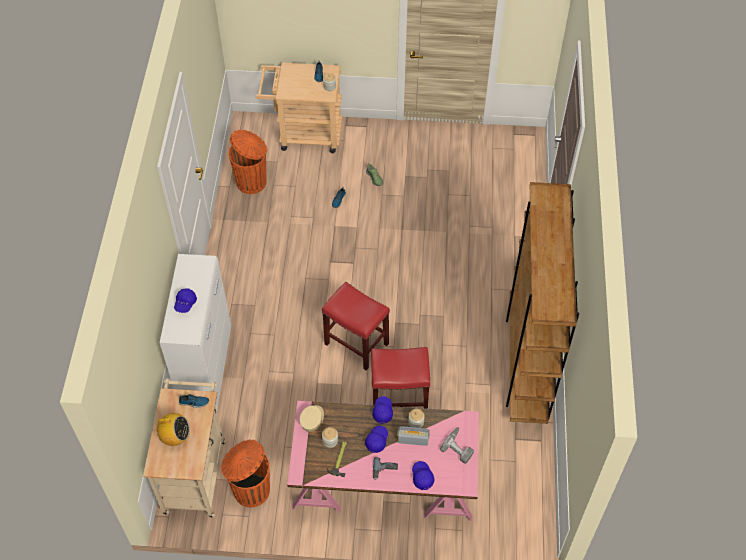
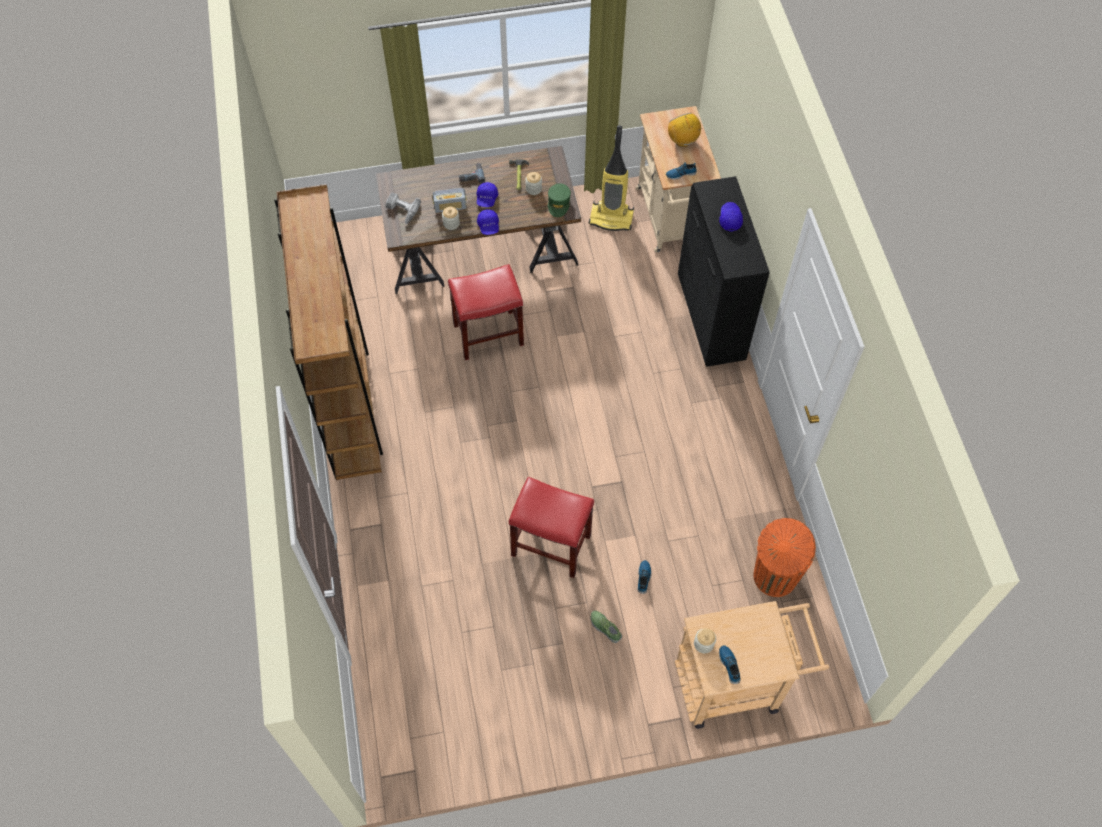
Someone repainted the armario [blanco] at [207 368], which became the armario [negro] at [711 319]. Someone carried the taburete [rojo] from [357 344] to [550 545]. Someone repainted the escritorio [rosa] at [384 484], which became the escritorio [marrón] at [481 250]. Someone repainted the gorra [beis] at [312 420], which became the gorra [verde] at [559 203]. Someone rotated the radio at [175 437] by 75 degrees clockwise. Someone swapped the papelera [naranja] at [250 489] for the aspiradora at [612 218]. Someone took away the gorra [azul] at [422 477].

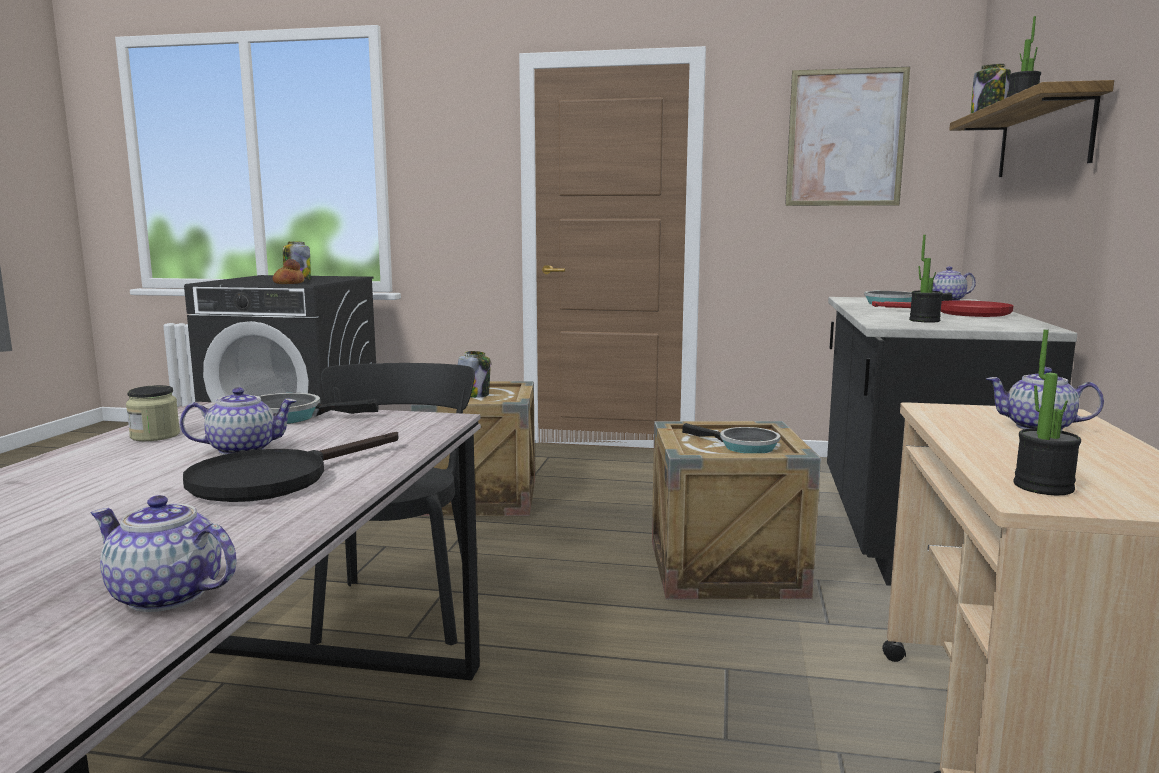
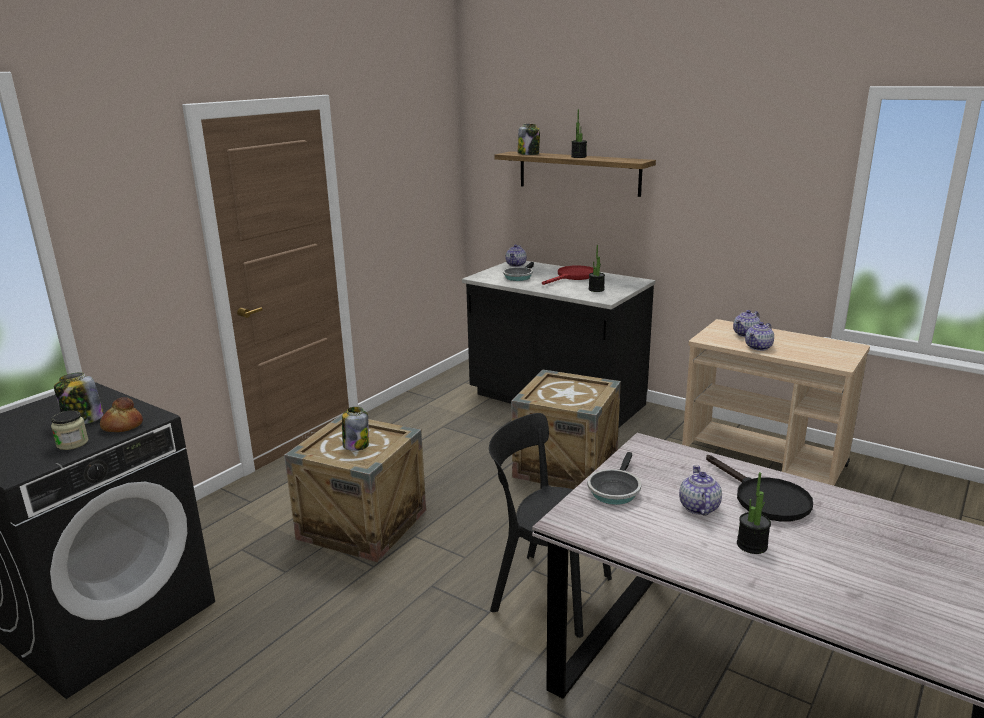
Someone took away the cuadro at [845 138]. Someone carried the planta en maceta from [1043 487] to [752 545]. Someone carried the tarro from [155 436] to [72 443]. Someone took away the sartén at [743 446]. Someone carried the tetera from [167 596] to [759 347].

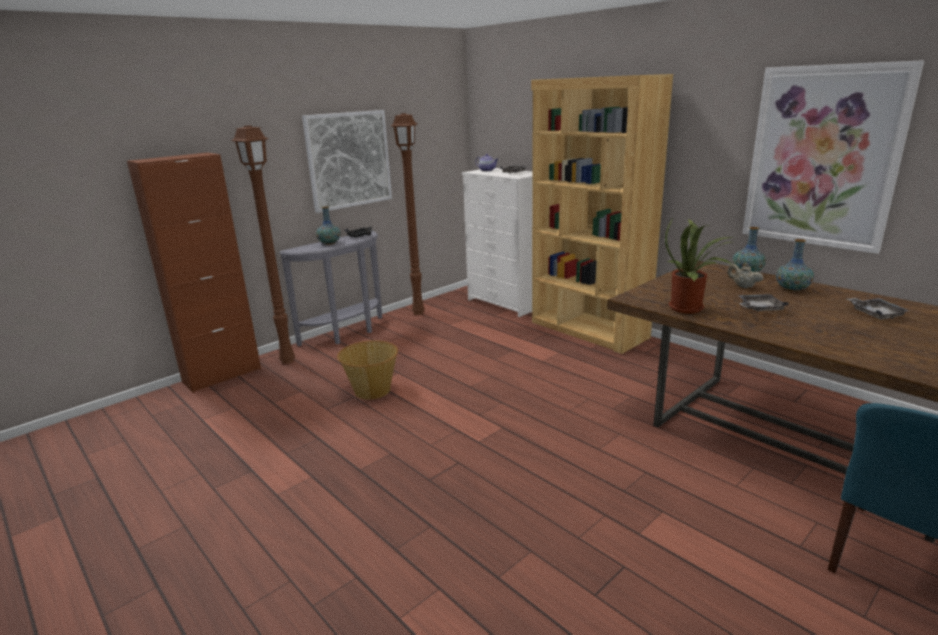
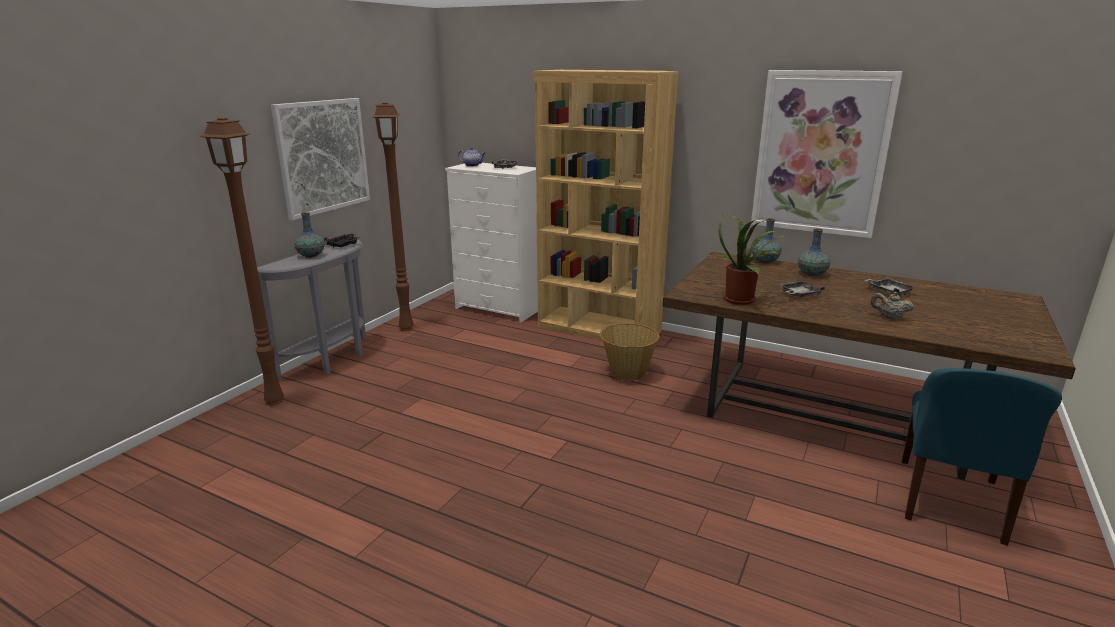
Someone took away the armario [marrón] at [222 375]. Someone carried the tetera [beis] from [743 286] to [889 317]. Someone carried the cesta from [372 390] to [627 372].

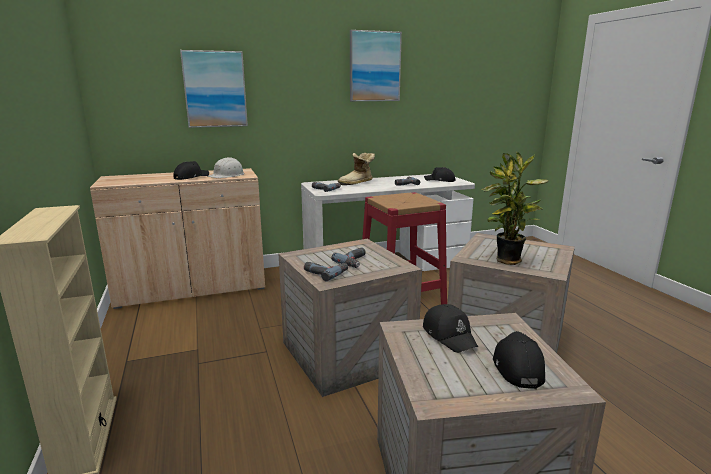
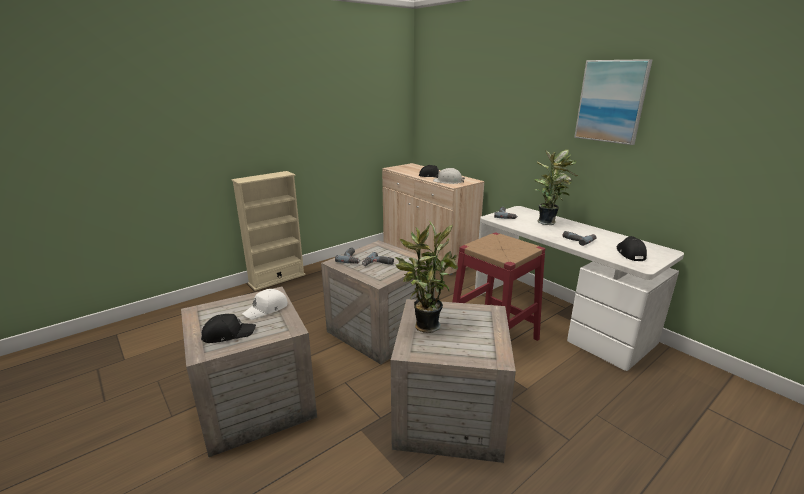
Someone took away the cuadro at [215 89]. Someone swapped the bota at [357 183] for the planta en maceta at [547 222]. Someone repainted the gorra [negro] at [449 335], which became the gorra [blanco] at [267 309].

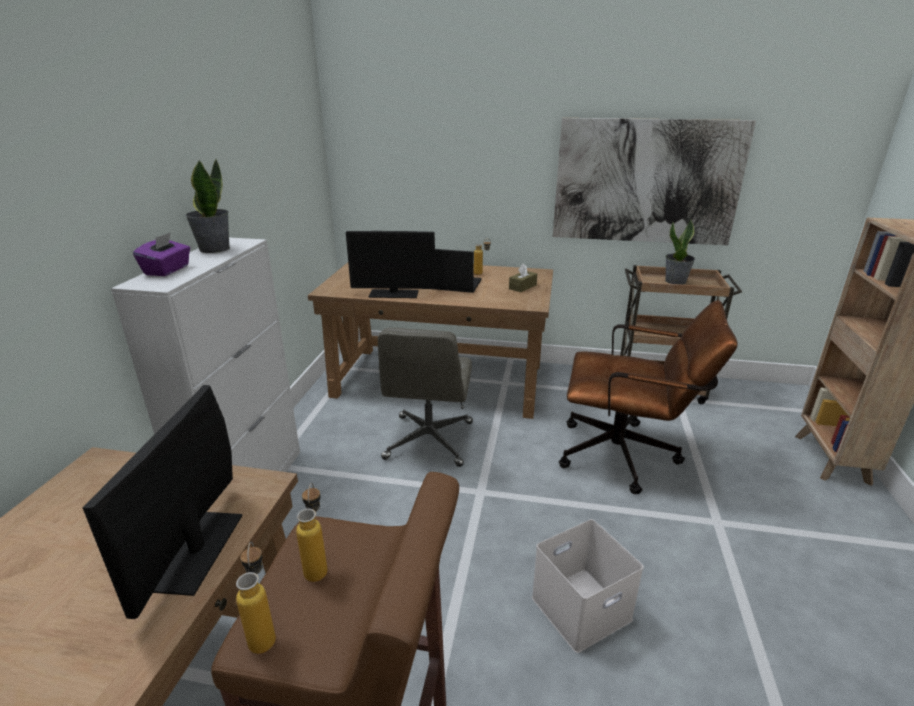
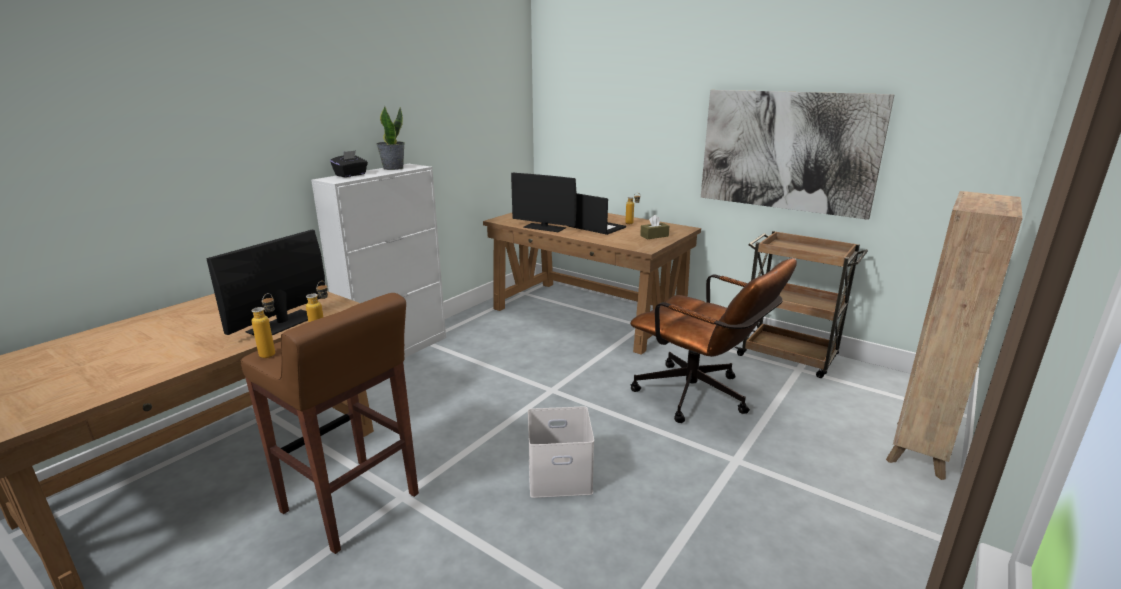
Someone took away the planta en maceta at [675 281]. Someone repainted the caja de pañuelos [morado] at [167 270], which became the caja de pañuelos [negro] at [351 175]. Someone took away the silla de oficina [gris] at [429 441].

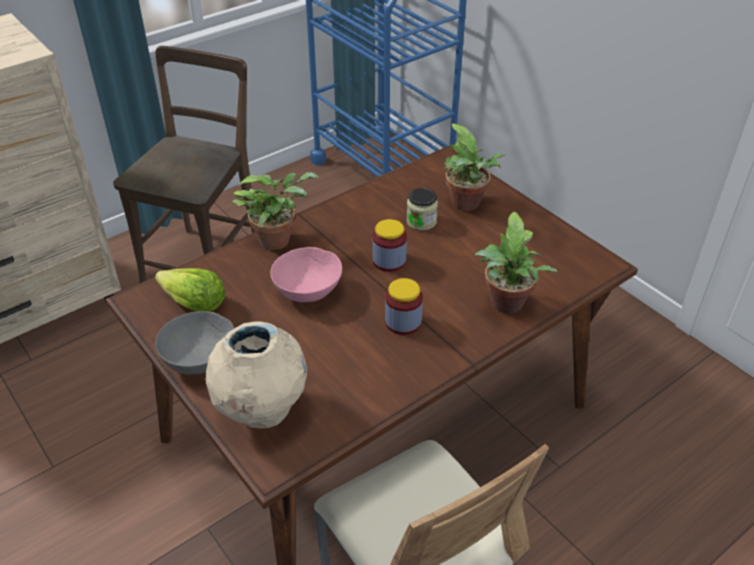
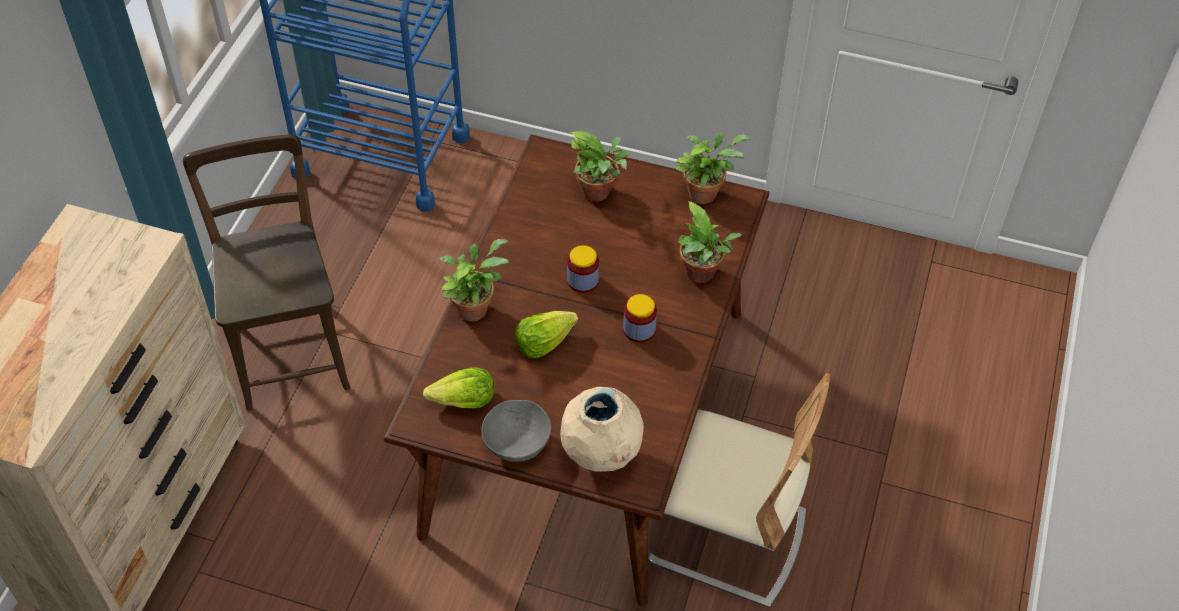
Someone took away the tarro at [421 221]. Someone swapped the cuenco [rosa] at [308 291] for the lechuga at [543 341]. Someone put down the planta en maceta at [705 192].

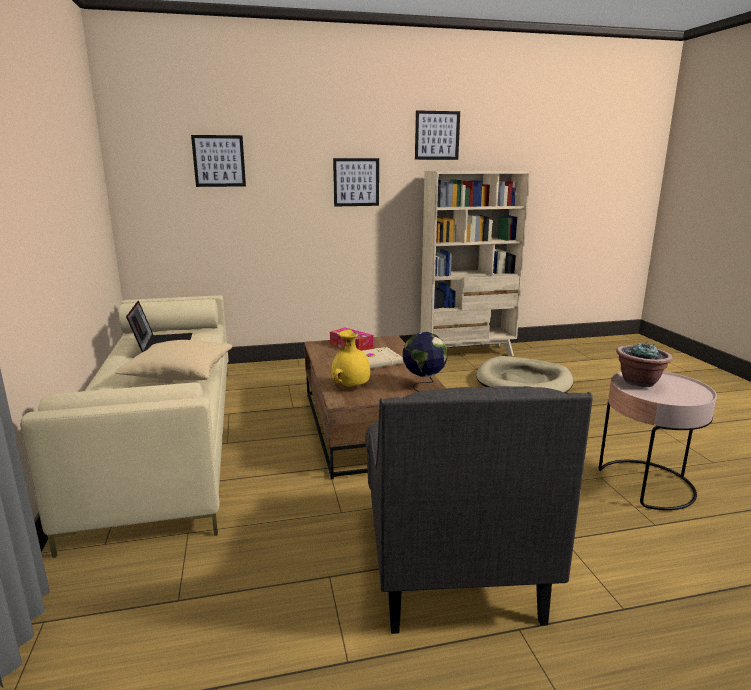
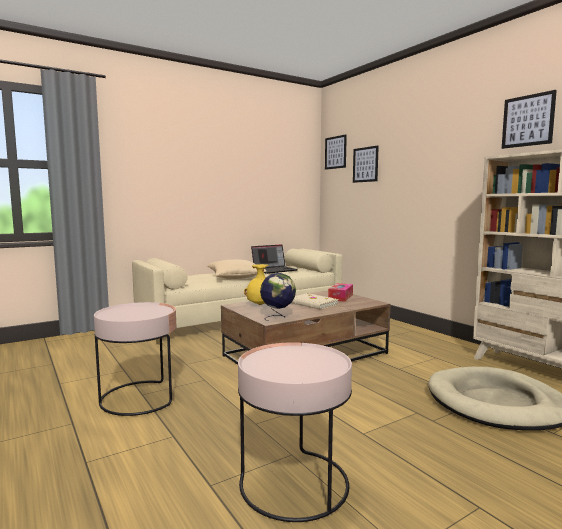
Someone carried the cuadro from [356 182] to [335 152]. Someone took away the planta en maceta at [639 382]. Someone swapped the sillón [gris] at [450 561] for the mesa auxiliar [rosa] at [139 397].

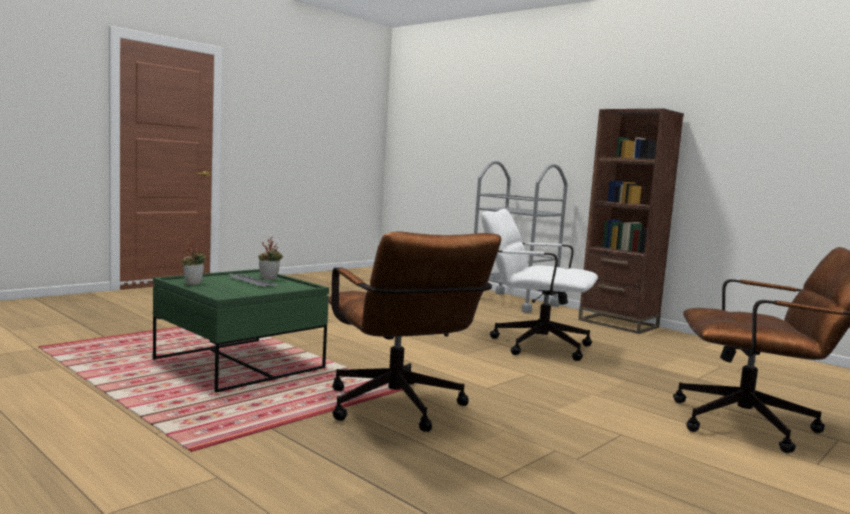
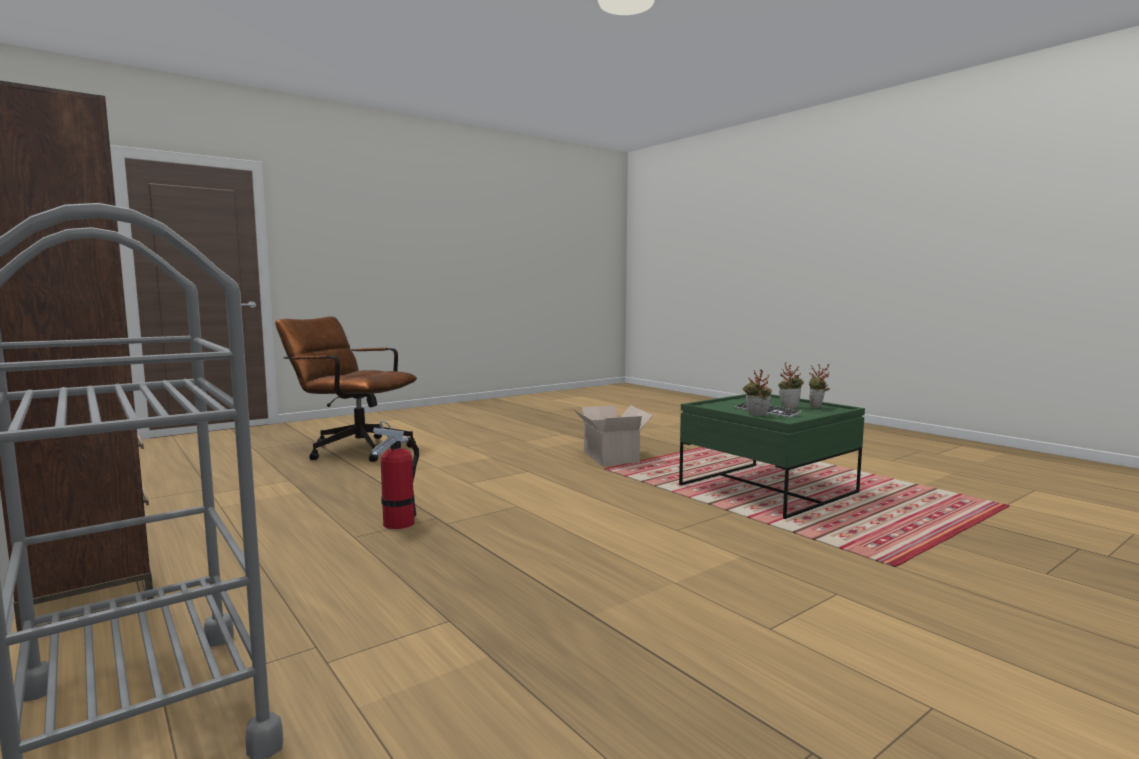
Someone swapped the silla de oficina [blanco] at [531 344] for the extintor at [399 523]. Someone swapped the silla de oficina [marrón] at [399 410] for the caja de cartón at [610 457]. Someone put down the planta en maceta at [789 407].

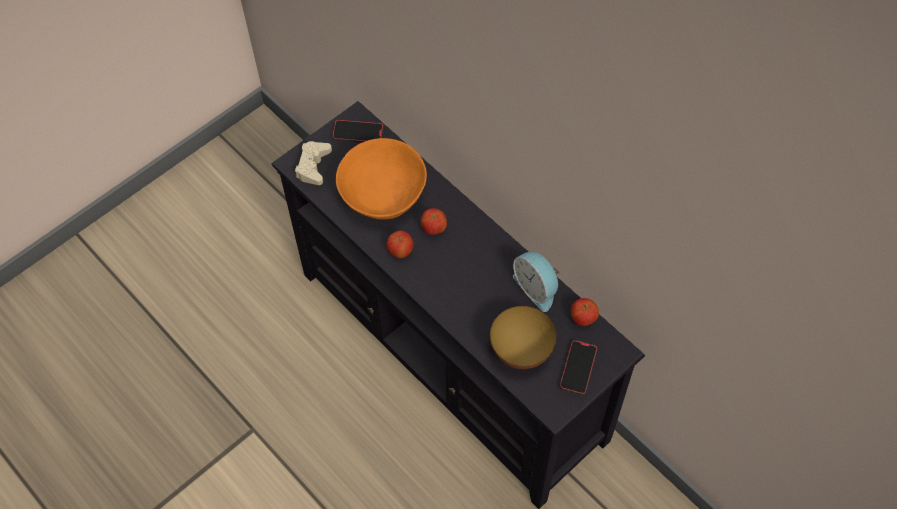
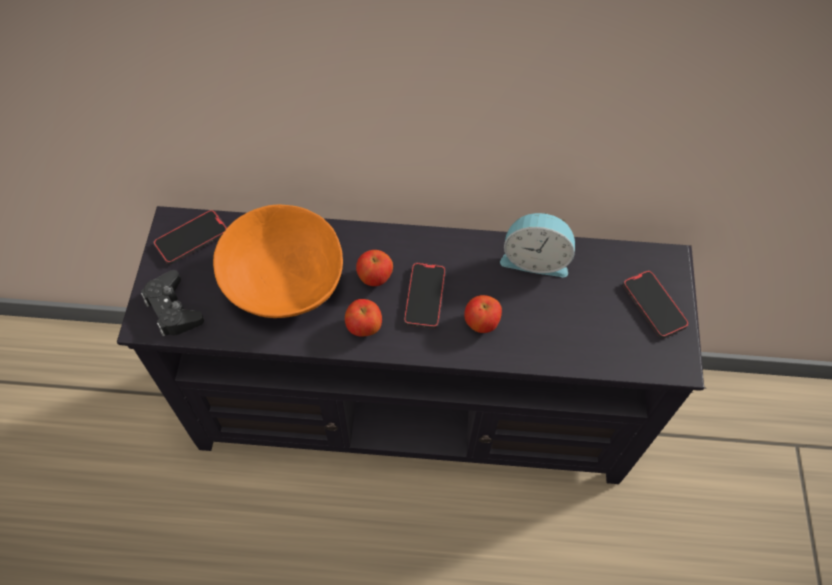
Someone repainted the mando de consola [beis] at [313 166], which became the mando de consola [negro] at [173 309]. Someone carried the manzana from [583 318] to [481 323]. Someone took away the cuenco at [521 351]. Someone put down the móvil at [425 297].

